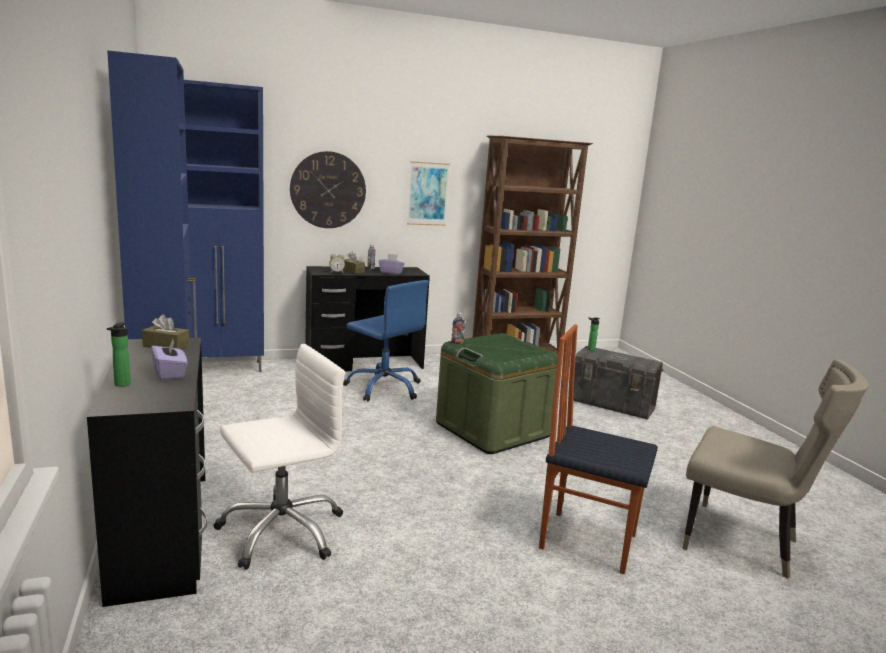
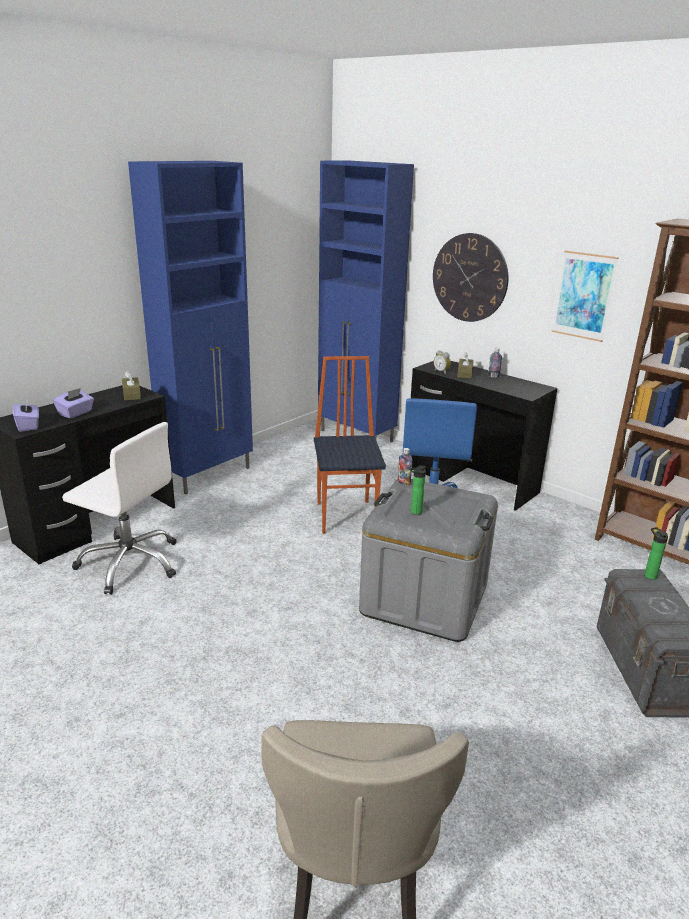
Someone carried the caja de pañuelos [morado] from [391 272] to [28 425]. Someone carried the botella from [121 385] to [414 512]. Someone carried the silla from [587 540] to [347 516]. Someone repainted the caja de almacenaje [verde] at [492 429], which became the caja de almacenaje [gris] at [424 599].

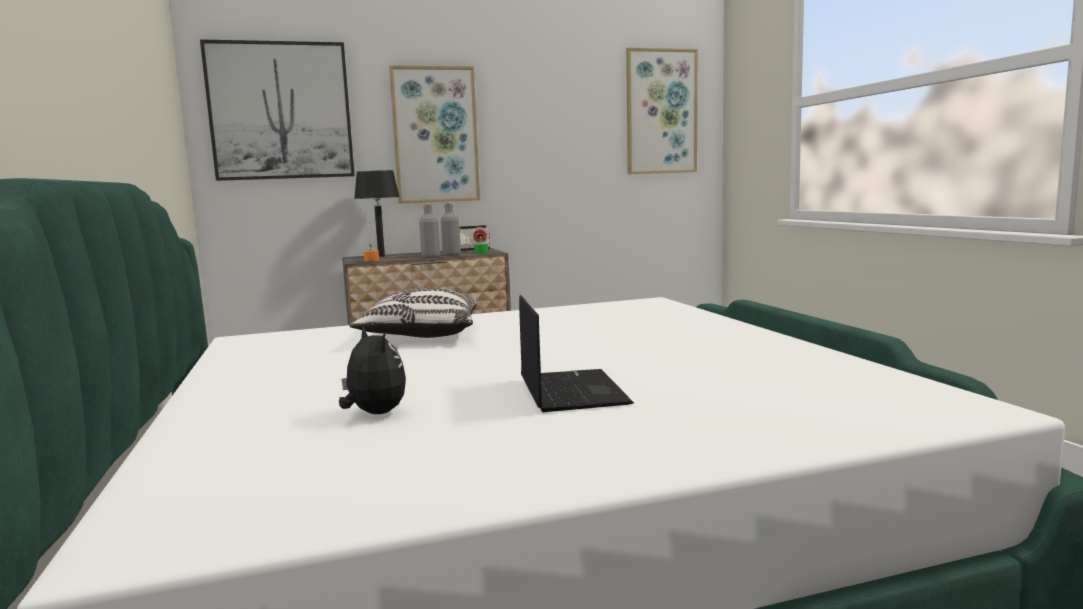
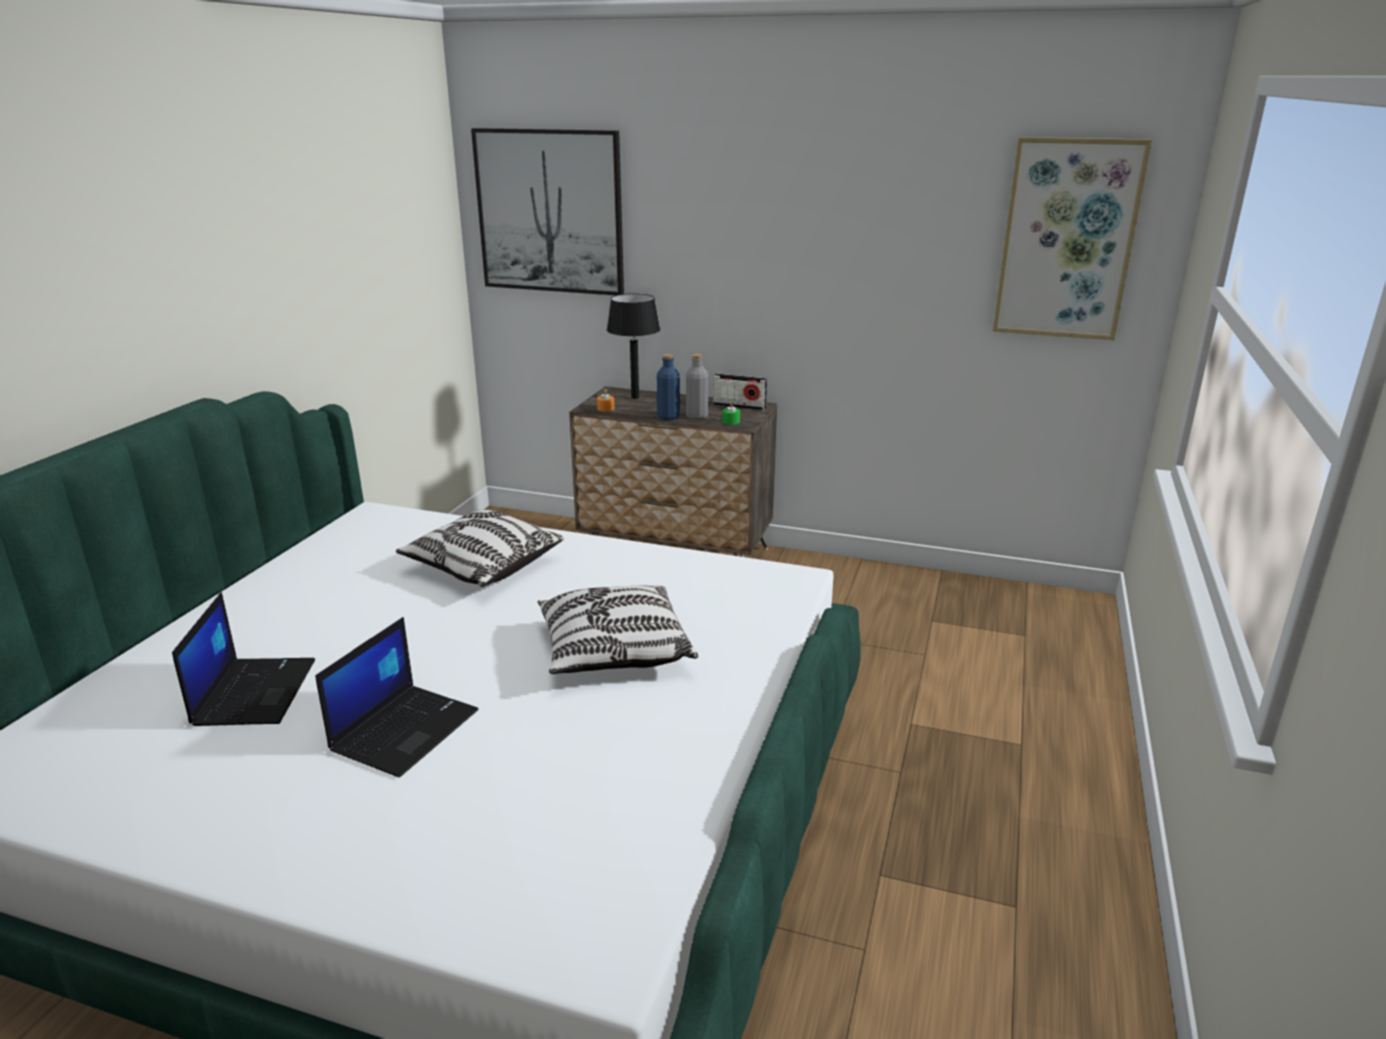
Someone took away the cuadro at [435 135]. Someone repainted the botella [gris] at [431 257], which became the botella [azul] at [668 417]. Someone swapped the peluche at [374 413] for the portátil at [254 691]. Someone put down the cojín at [614 651].

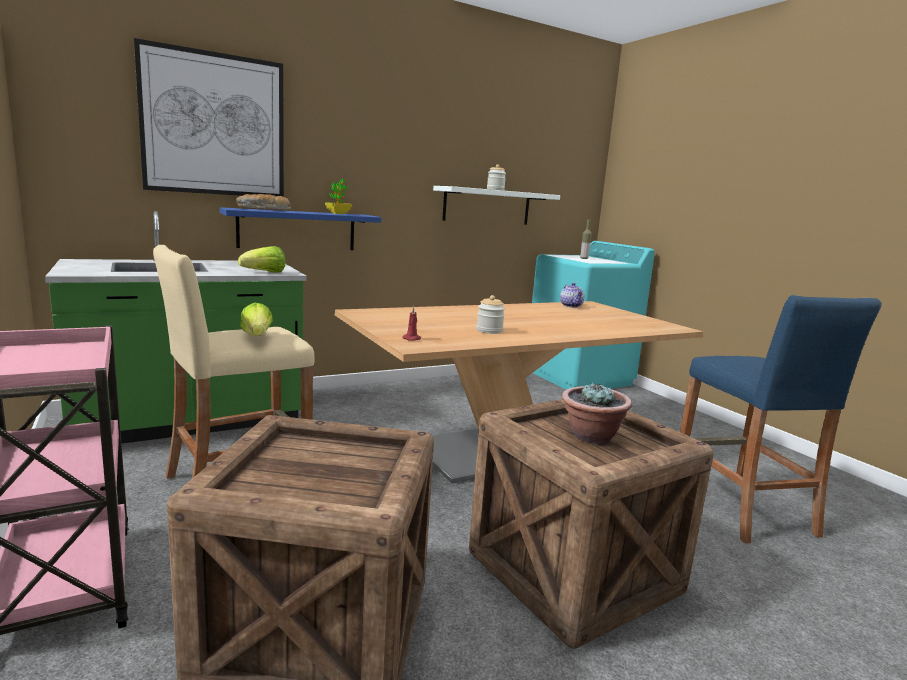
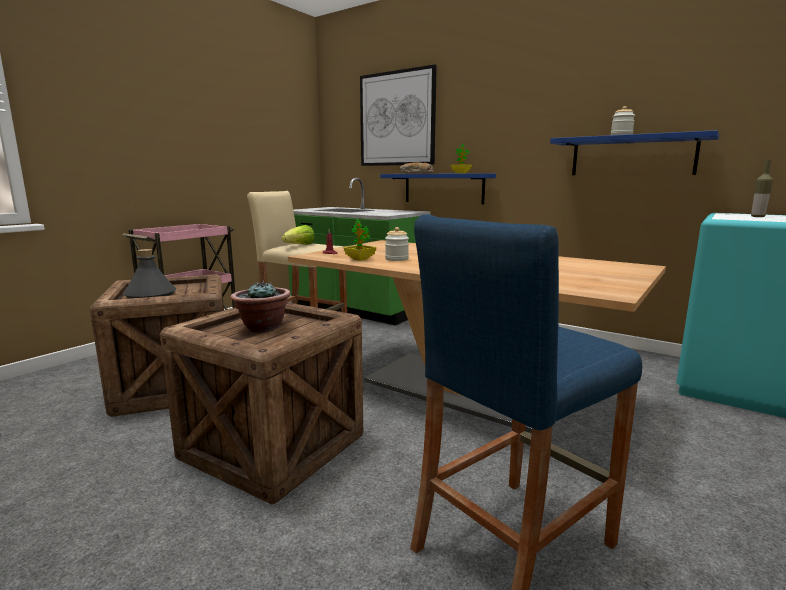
Someone repainted the estante [blanco] at [487 206], which became the estante [azul] at [632 156]. Someone took away the lechuga at [265 273]. Someone took away the tetera at [571 306]. Someone put down the planta en maceta at [360 259]. Someone put down the botella [gris] at [150 296].

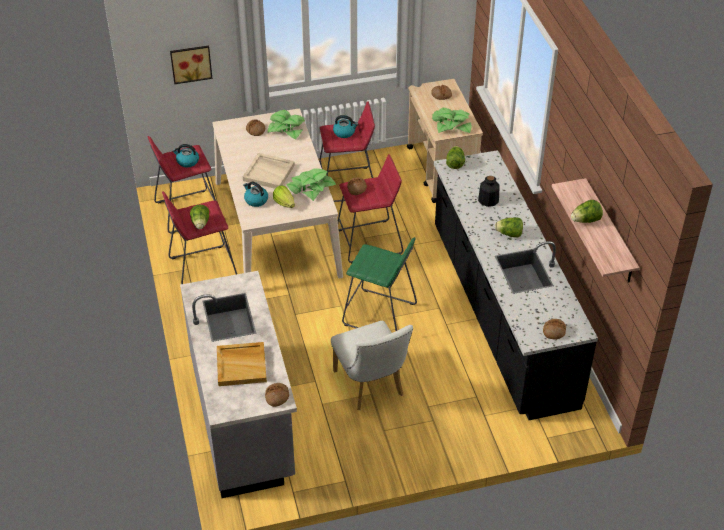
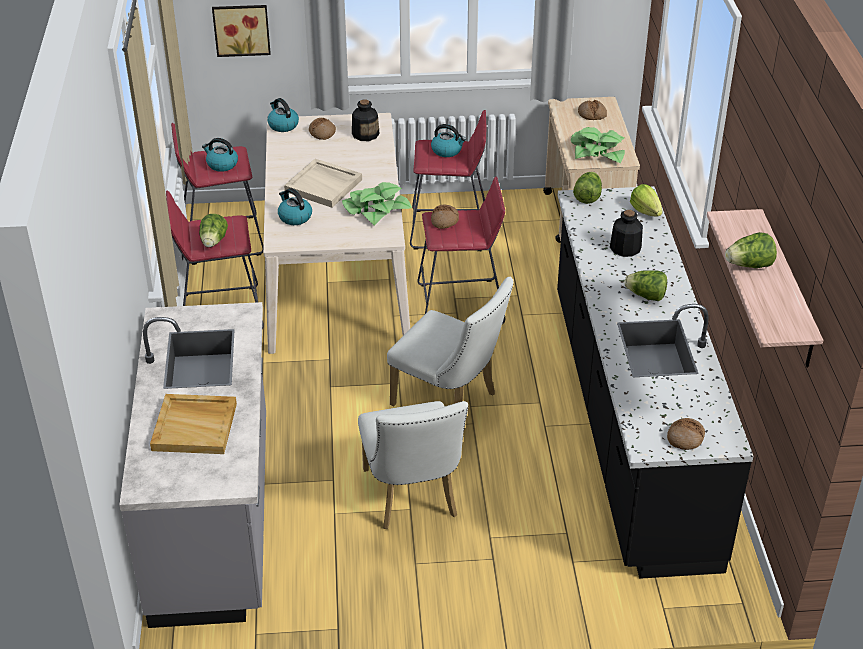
Someone swapped the planta en maceta at [286 128] for the botella at [365 134]. Someone carried the lechuga from [284 203] to [645 211]. Someone swapped the taburete [verde] at [379 315] for the silla [blanco] at [450 402]. Someone took away the pan at [277 397]. Someone put down the hervidor at [282 125].

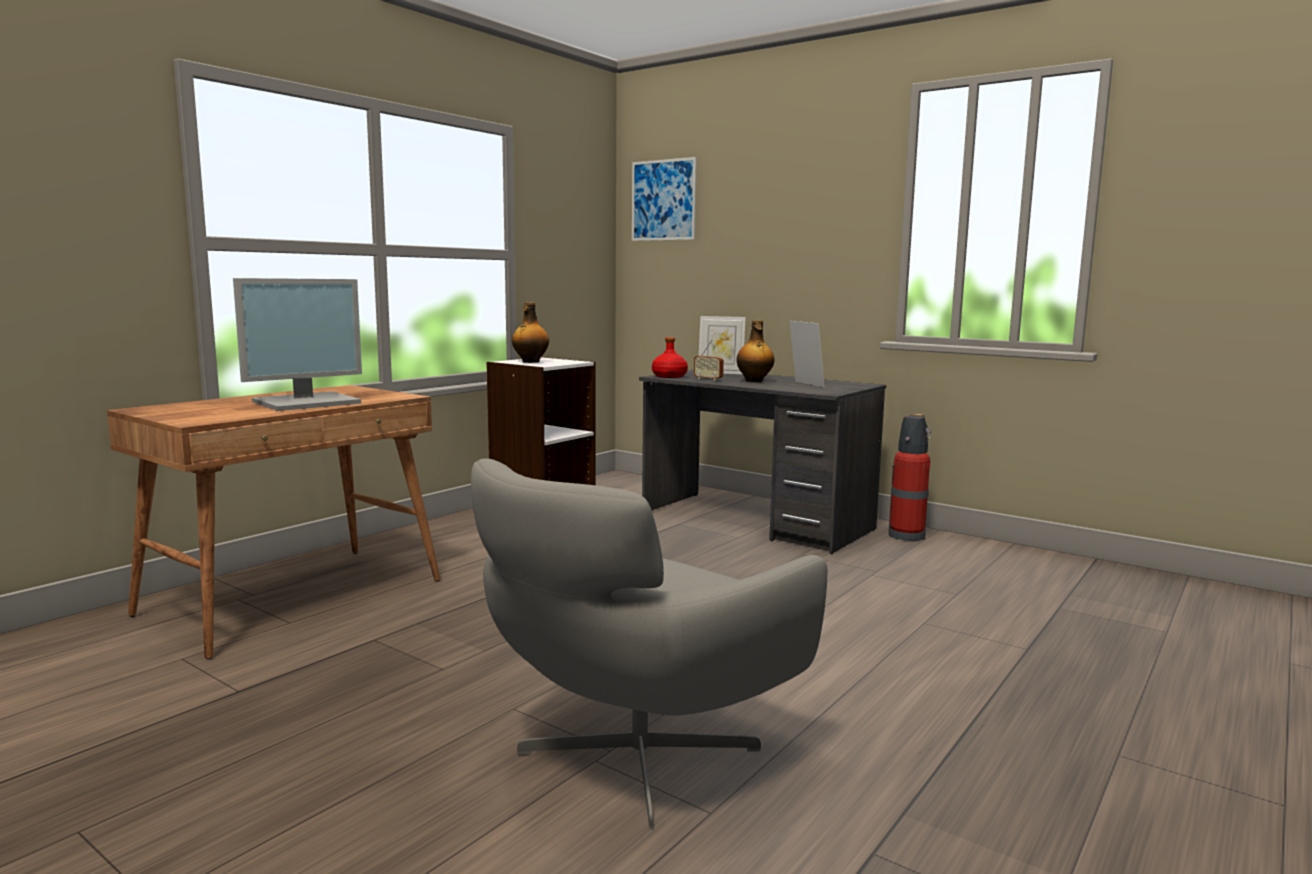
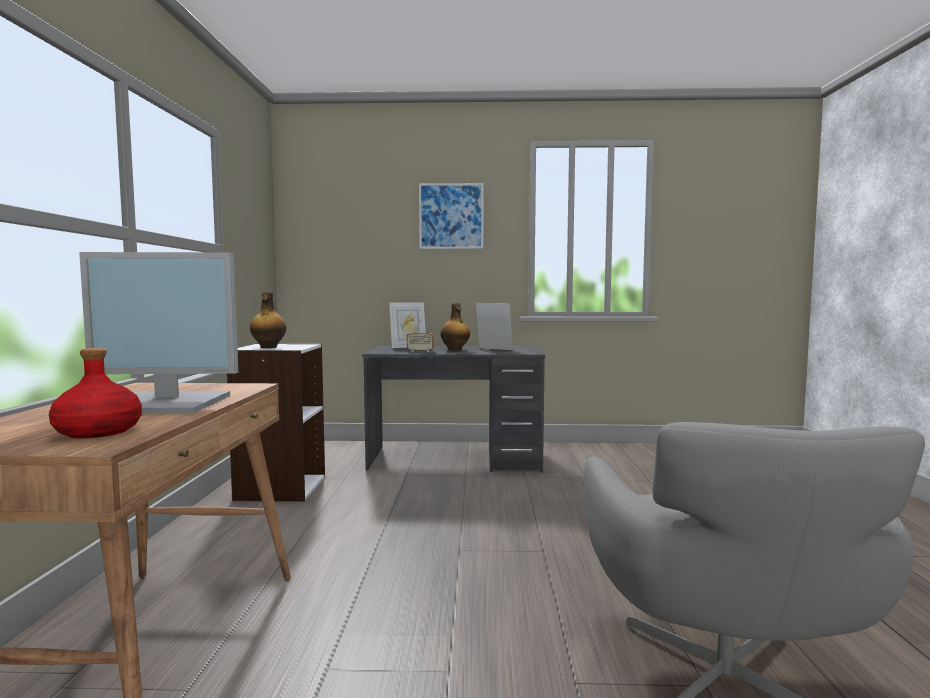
Someone carried the cuadro from [663 200] to [451 216]. Someone rotated the monitor at [308 402] by 75 degrees clockwise. Someone carried the botella [rojo] from [669 376] to [98 431]. Someone took away the extintor at [907 535].

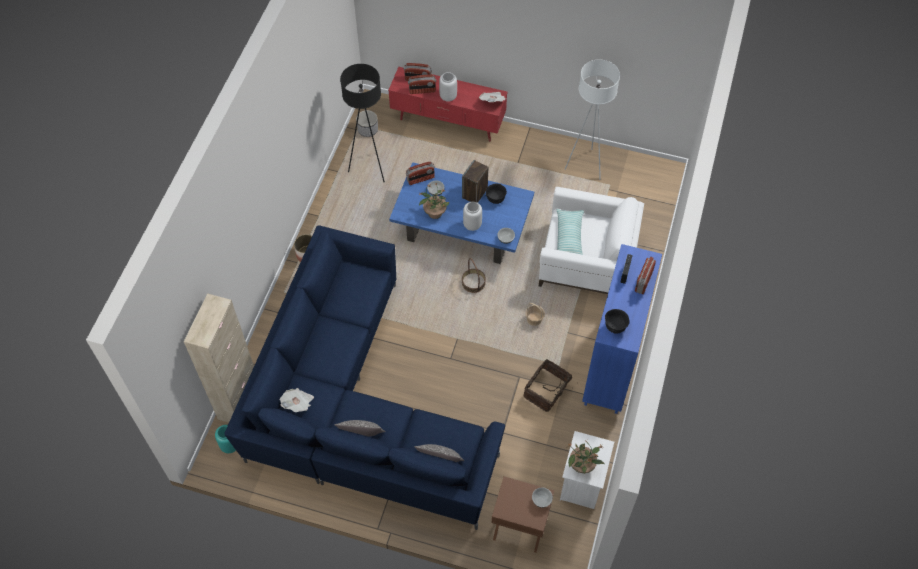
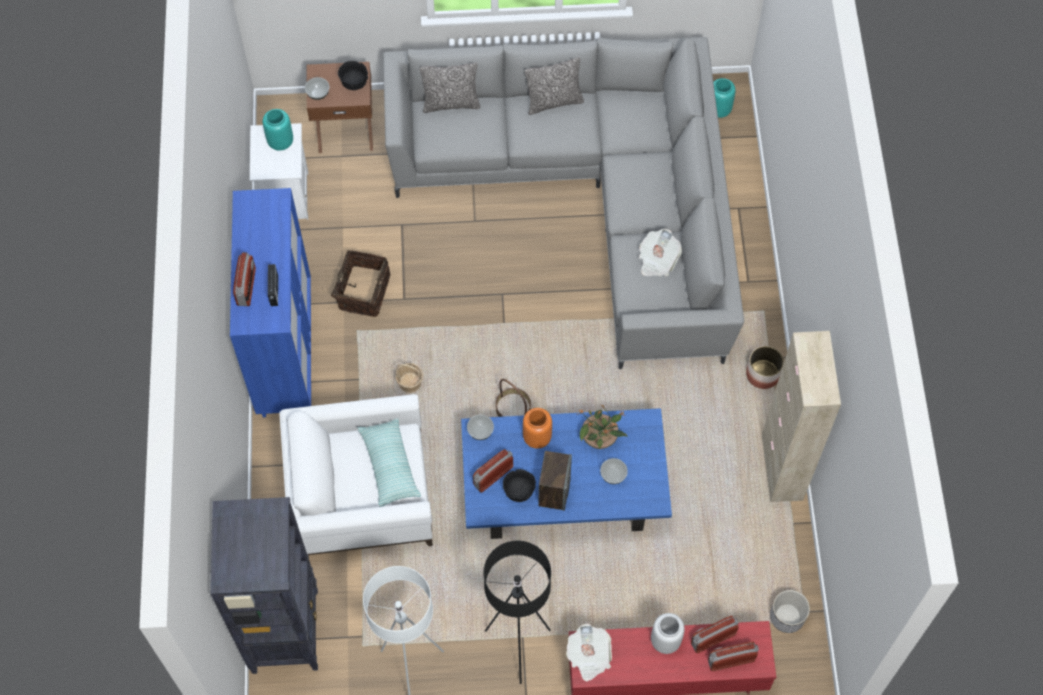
Someone carried the lámpara de pie [negro] from [370 169] to [517 647]. Someone carried the radio from [420 179] to [493 475]. Someone repainted the florero [gris] at [472 224], which became the florero [naranja] at [537 438]. Someone repainted the sofá [azul] at [356 409], which became the sofá [gris] at [592 195]. Someone carried the armario [beis] from [239 400] to [781 467]. Someone carried the cuenco [negro] from [615 327] to [354 83]. Someone carried the periódico from [297 403] to [657 260]. Someone swapped the planta en maceta at [582 465] for the florero [turquesa] at [281 141]. Someone put down the estantería [negro] at [285 630].

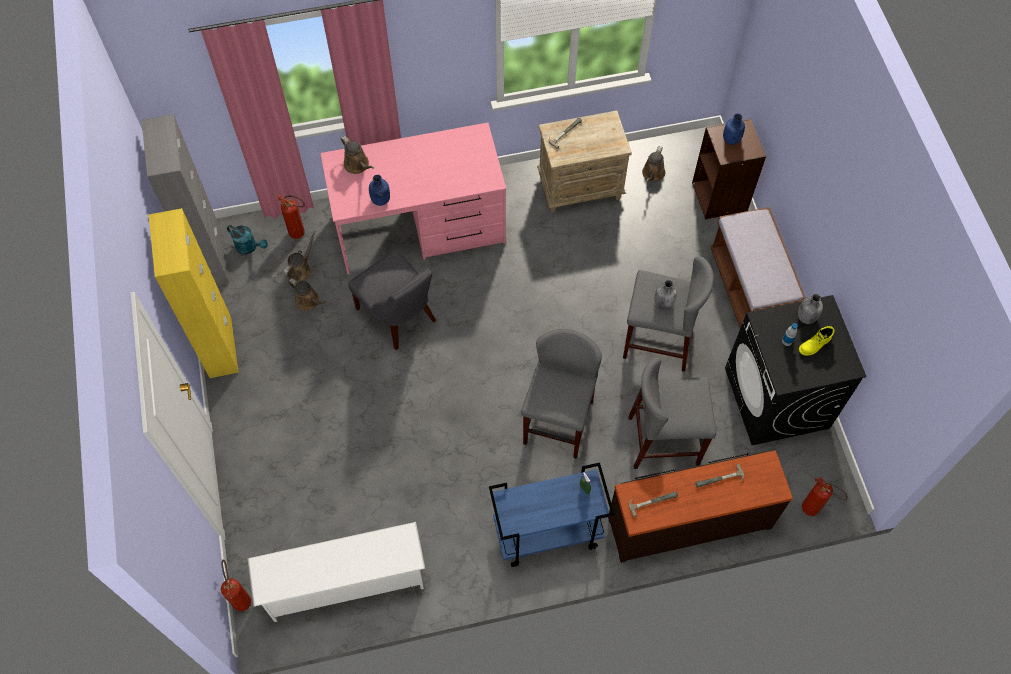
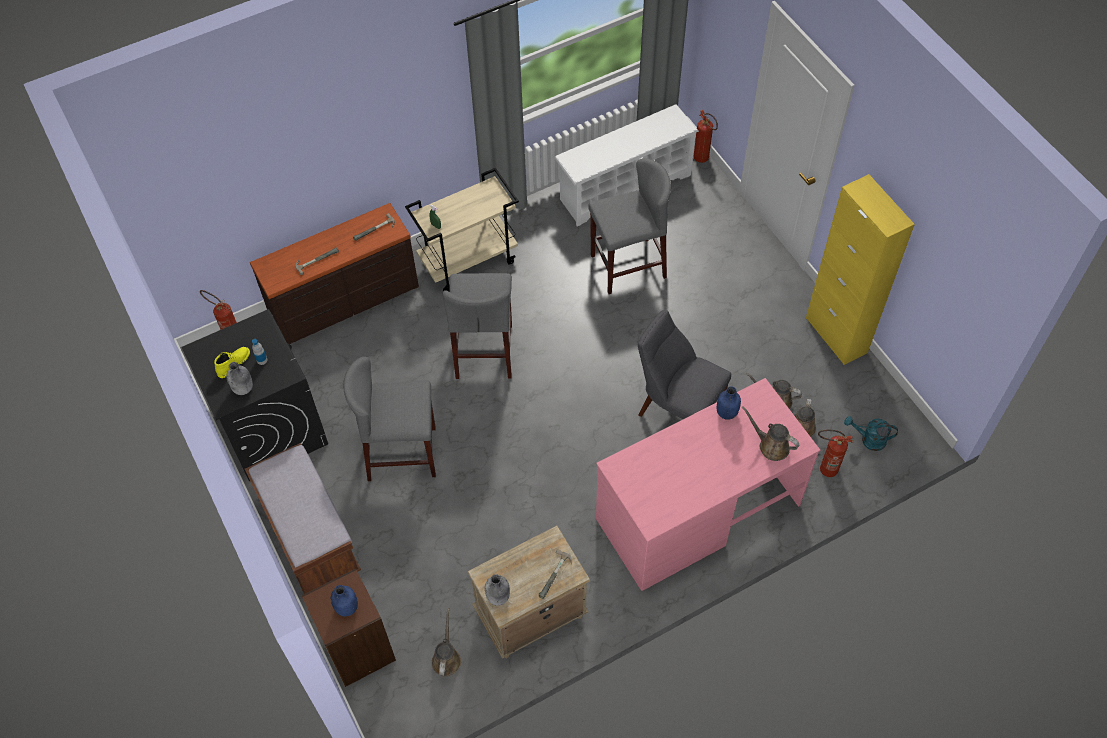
Someone took away the armario [gris] at [211 260]. Someone carried the botella [gris] from [663 302] to [498 597]. Someone carried the taburete [gris] from [664 441] to [627 266]. Someone repainted the carrito [azul] at [546 534], which became the carrito [beis] at [469 261].

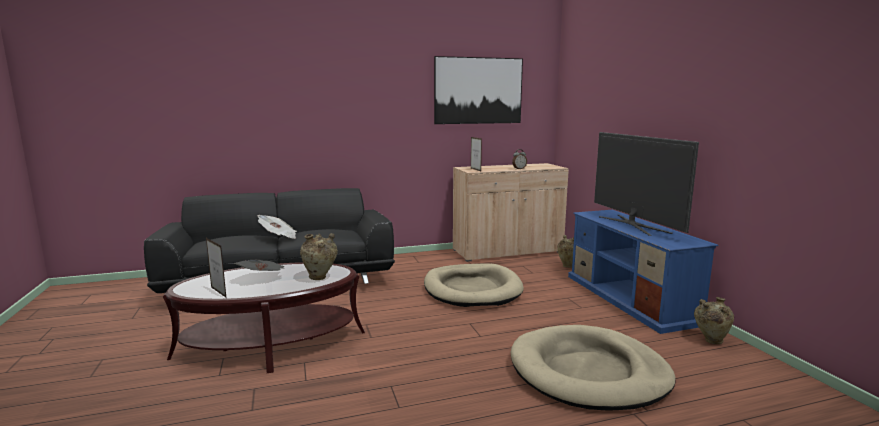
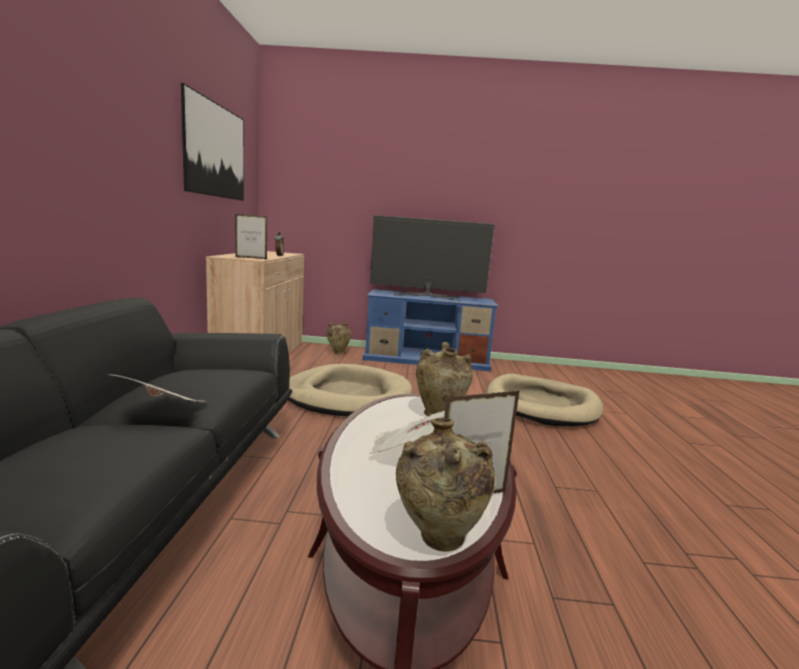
Someone carried the florero [beis] from [710 341] to [438 542].

